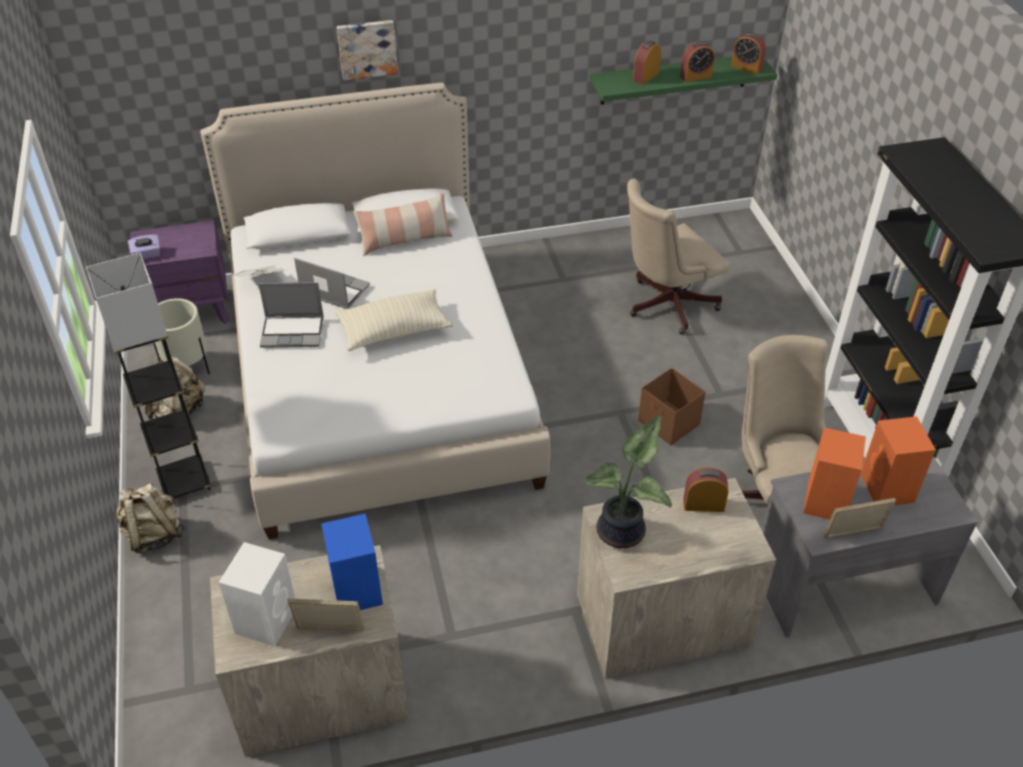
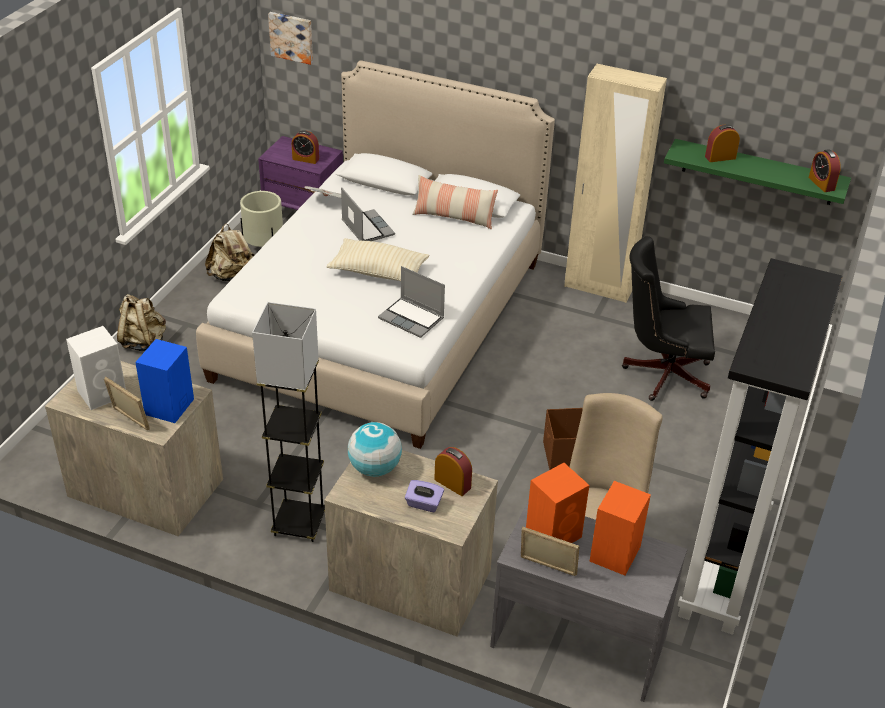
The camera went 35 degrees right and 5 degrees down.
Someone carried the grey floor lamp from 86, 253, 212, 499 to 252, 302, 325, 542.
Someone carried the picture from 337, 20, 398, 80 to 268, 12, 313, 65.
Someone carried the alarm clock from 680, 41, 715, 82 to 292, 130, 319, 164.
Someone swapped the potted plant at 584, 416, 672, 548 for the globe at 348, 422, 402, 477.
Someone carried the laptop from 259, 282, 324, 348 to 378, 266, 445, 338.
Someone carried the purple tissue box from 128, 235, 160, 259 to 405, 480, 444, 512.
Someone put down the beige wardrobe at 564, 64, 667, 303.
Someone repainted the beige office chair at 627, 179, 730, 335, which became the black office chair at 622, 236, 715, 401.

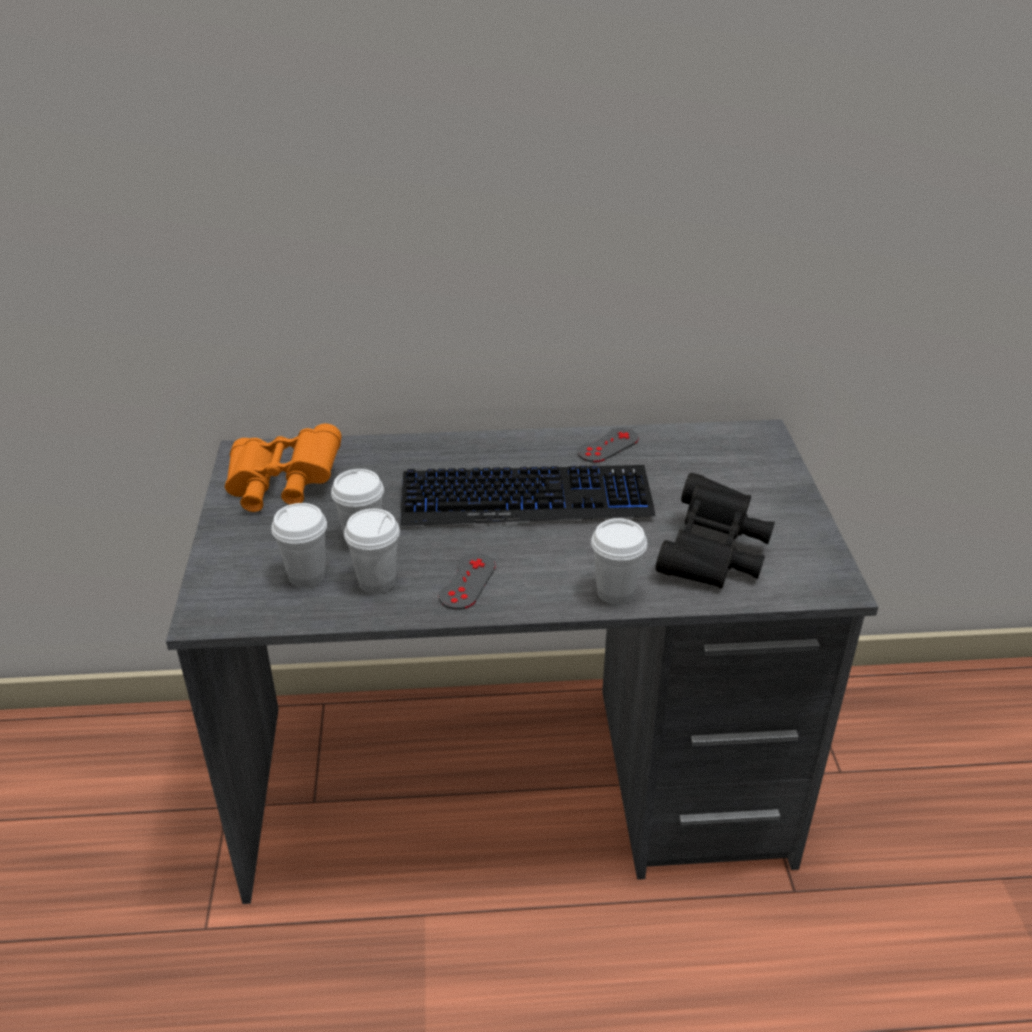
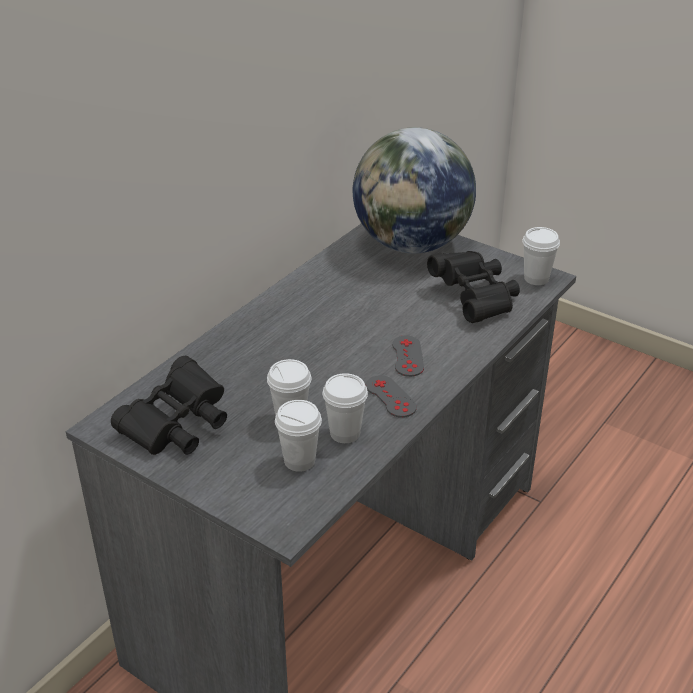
The camera went 50 degrees left and 0 degrees up.
Someone repainted the orange binoculars at 225, 424, 342, 512, which became the black binoculars at 111, 356, 227, 455.
Someone put down the globe at 353, 127, 476, 253.
Someone carried the grey game controller from 578, 428, 639, 462 to 392, 335, 424, 377.
Someone carried the white cup from 591, 518, 647, 605 to 523, 227, 560, 285.
Someone took away the keyboard at 401, 465, 655, 526.

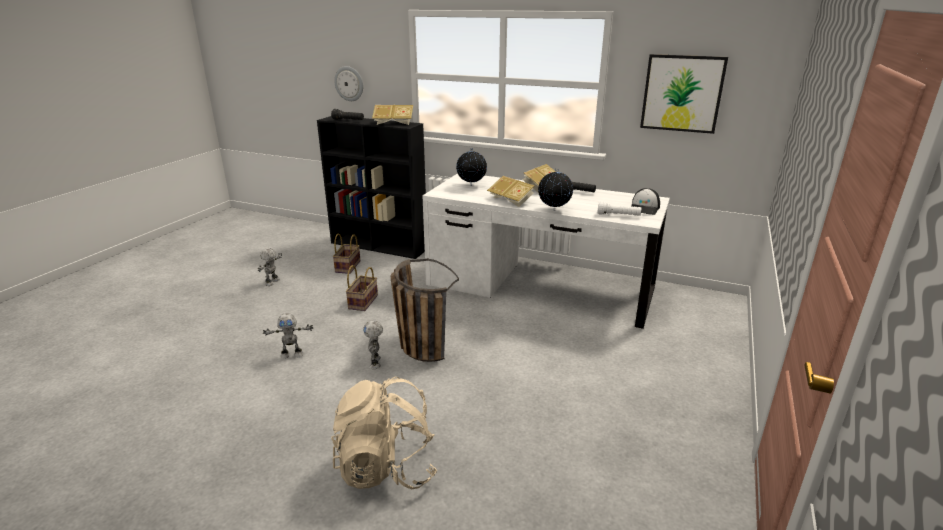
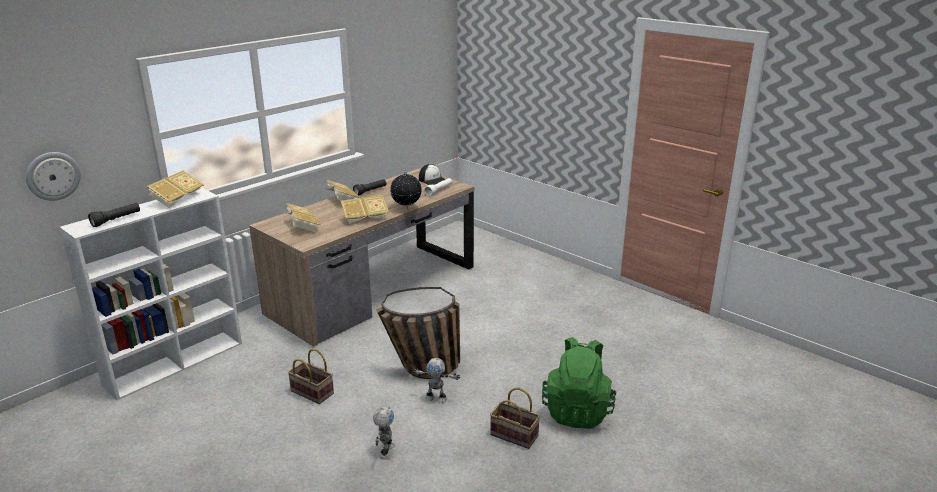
The camera went 70 degrees left and 0 degrees up.
Someone repainted the black bookcase at 317, 116, 426, 259, which became the white bookcase at 59, 187, 242, 400.
Someone repainted the white desk at 423, 173, 670, 329, which became the brown desk at 249, 168, 475, 347.
Someone swapped the globe at 456, 148, 487, 186 for the book at 287, 203, 320, 232.
Someone carried the basket from 333, 234, 360, 274 to 490, 388, 540, 449.
Someone repainted the beige backpack at 331, 377, 437, 490, which became the green backpack at 542, 337, 616, 429.
Someone took away the toy robot at 258, 248, 282, 286.
Someone took away the picture at 640, 54, 728, 134.

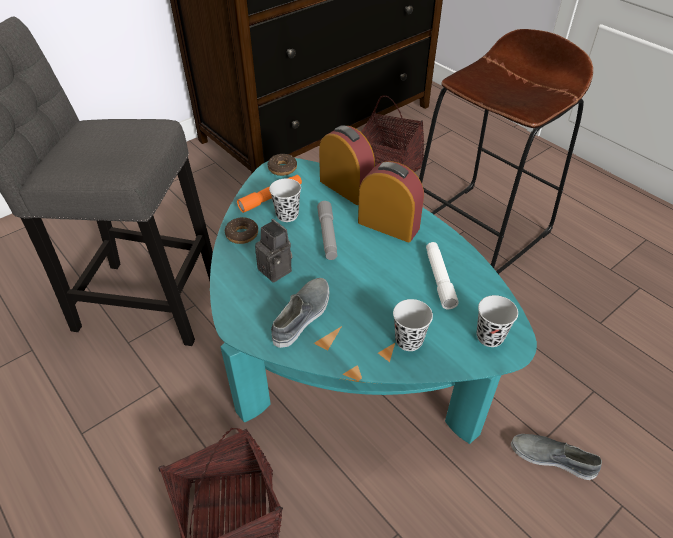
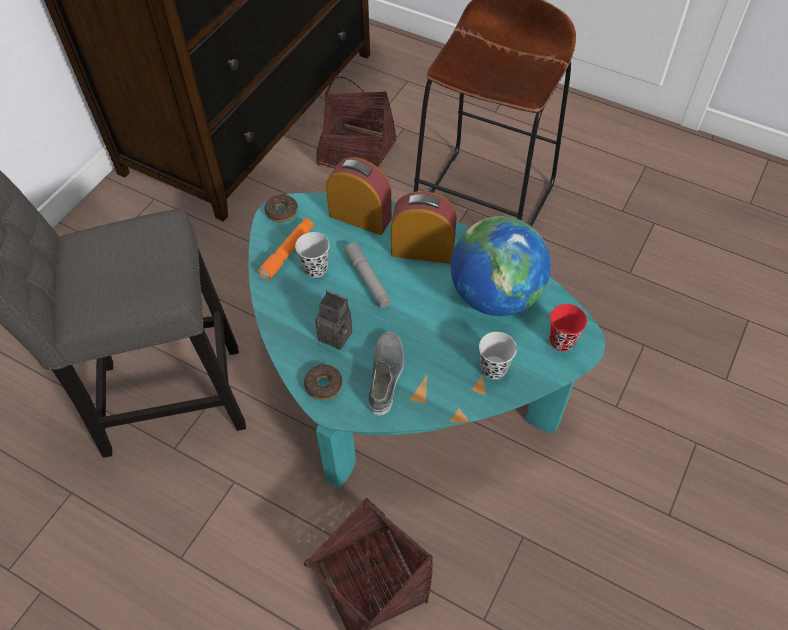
The camera went 20 degrees left and 10 degrees up.
Someone carried the donut from 225, 217, 258, 244 to 304, 365, 343, 400.
Someone swapped the white flashlight at 426, 242, 459, 309 for the globe at 451, 216, 551, 316.
Someone repainted the black cup at 476, 295, 518, 347, which became the red cup at 549, 304, 587, 351.
Someone took away the grey shoe at 511, 434, 602, 480.

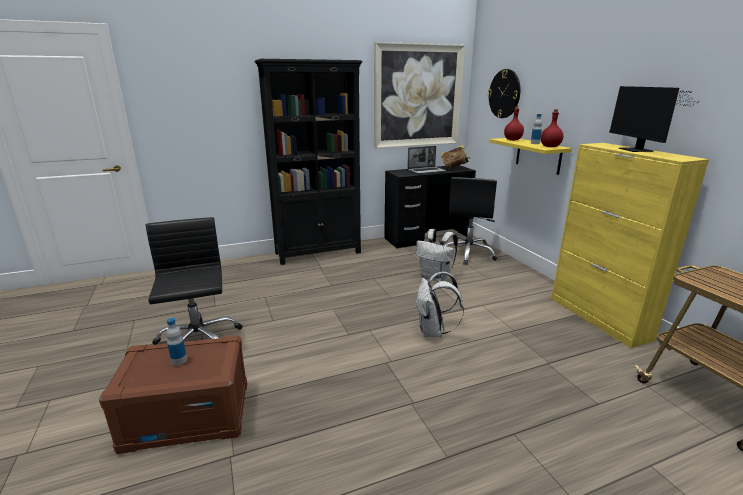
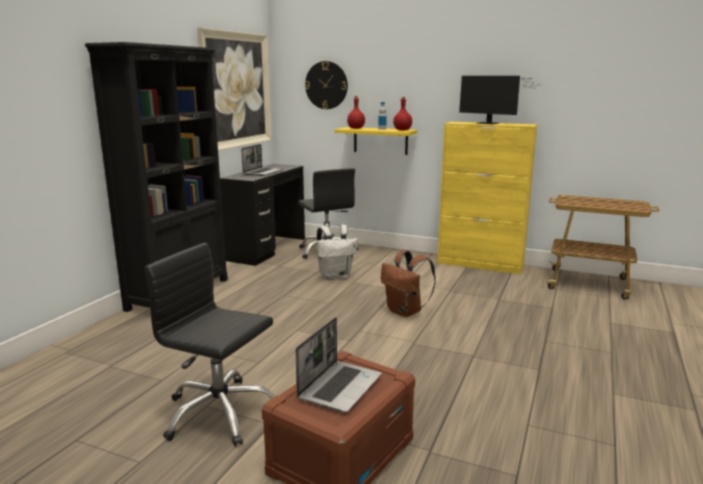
The camera went 45 degrees left and 5 degrees down.
Someone swapped the bottle at 166, 318, 187, 366 for the laptop at 295, 317, 382, 412.
Someone repainted the white backpack at 415, 272, 464, 337, which became the brown backpack at 381, 250, 436, 317.
Someone took away the book at 440, 145, 471, 170.

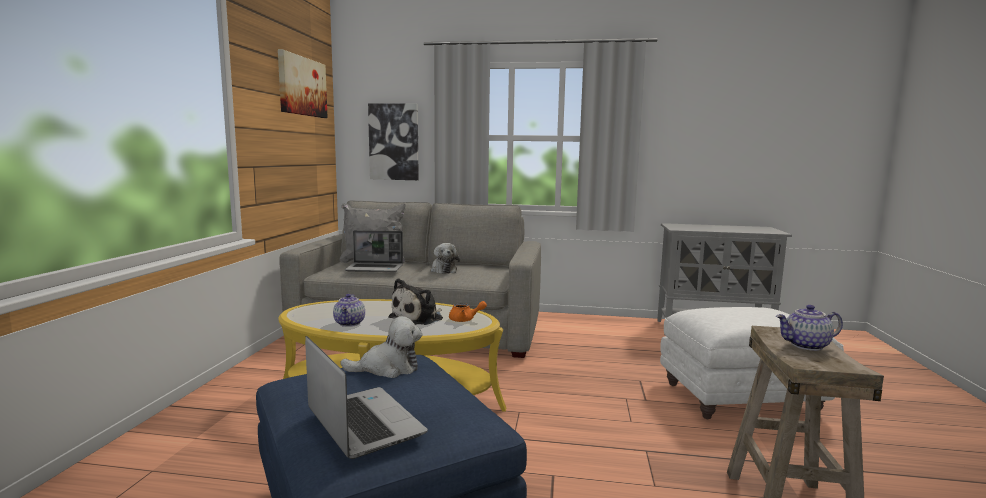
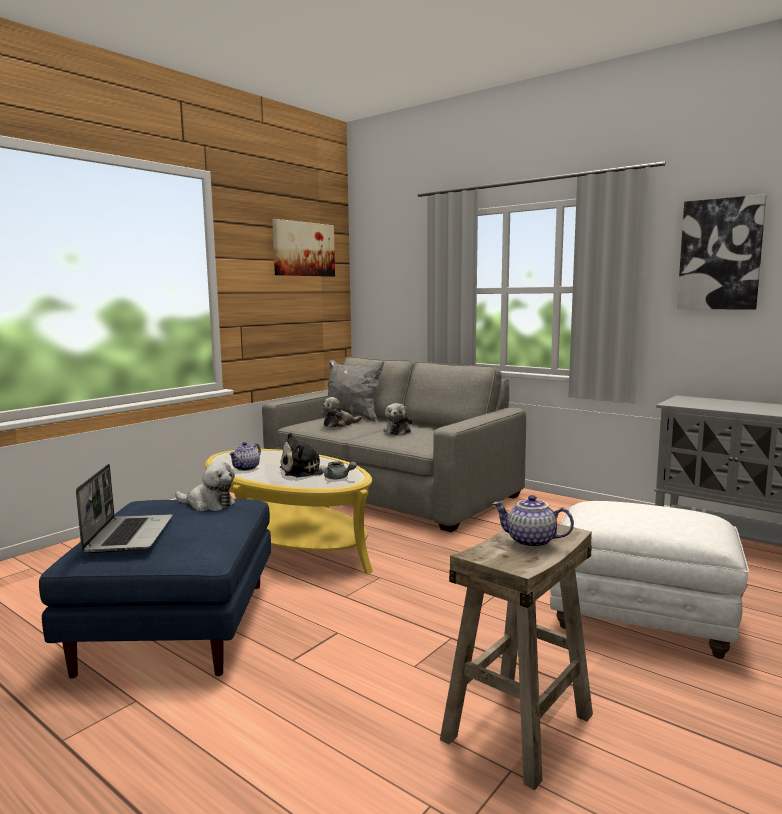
The camera went 30 degrees right and 0 degrees up.
Someone swapped the laptop at 345, 230, 403, 272 for the plush toy at 322, 397, 362, 428.
Someone repainted the orange teapot at 449, 301, 487, 322, which became the grey teapot at 324, 461, 357, 479.
Someone carried the picture from 368, 104, 419, 180 to 677, 194, 767, 310.

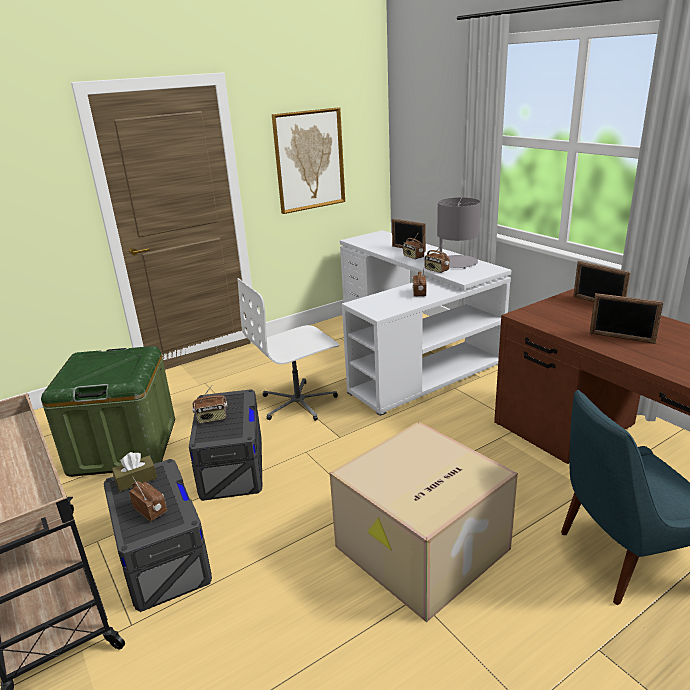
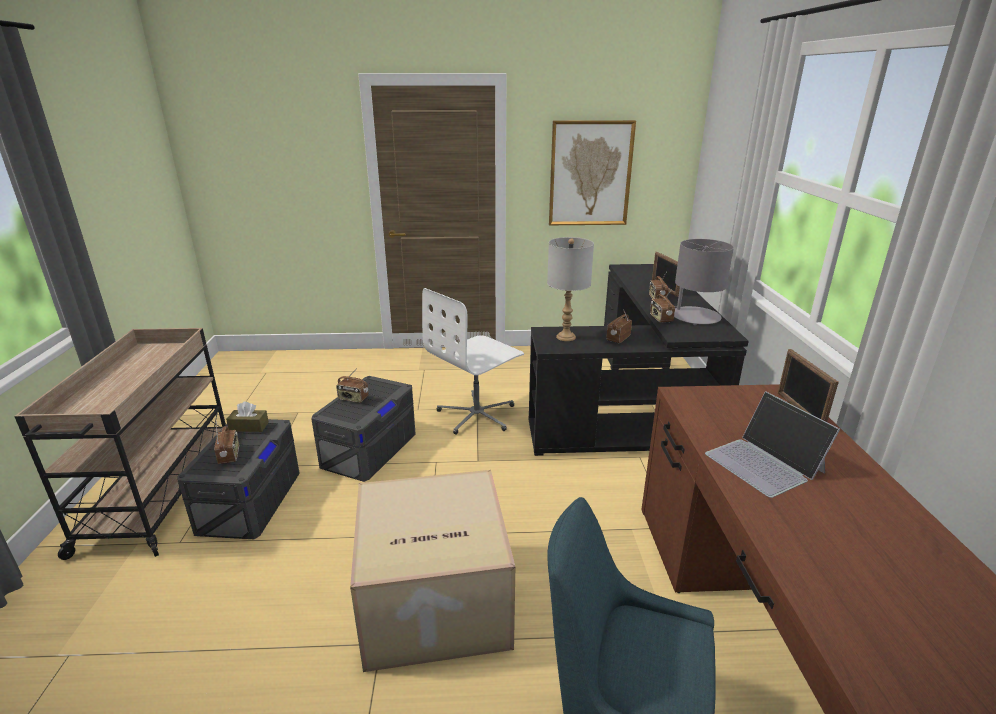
The camera went 30 degrees right and 0 degrees up.
Someone rotated the white office chair at 237, 278, 339, 421 by 45 degrees counterclockwise.
Someone repainted the white desk at 340, 230, 511, 416, which became the black desk at 529, 264, 749, 456.
Someone put down the grey table lamp at 547, 237, 594, 341.
Someone swapped the picture frame at 589, 293, 663, 344 for the laptop at 705, 391, 840, 498.
Someone took away the green storage box at 41, 346, 175, 477.

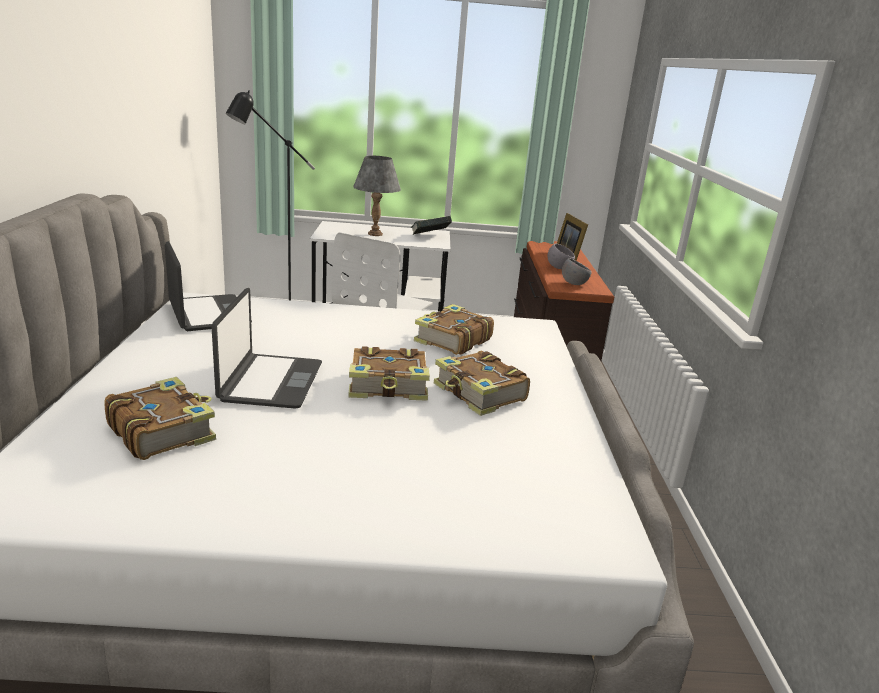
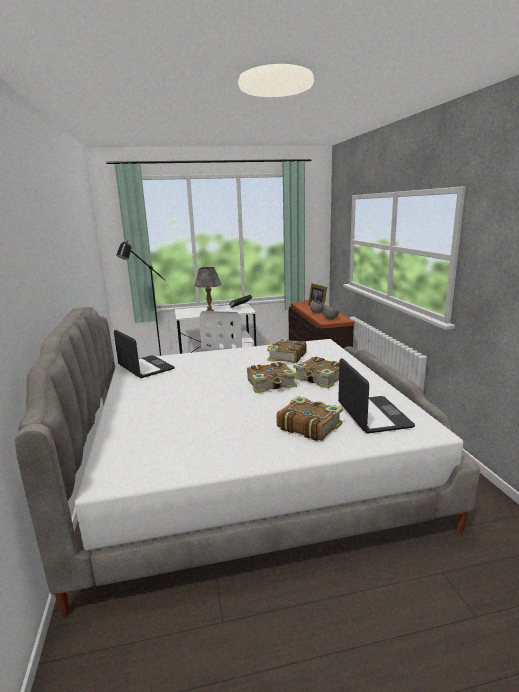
The camera went 10 degrees left and 5 degrees down.
Someone carried the book from 104, 377, 216, 460 to 276, 396, 343, 441.
Someone carried the laptop from 211, 288, 322, 409 to 338, 358, 415, 433.

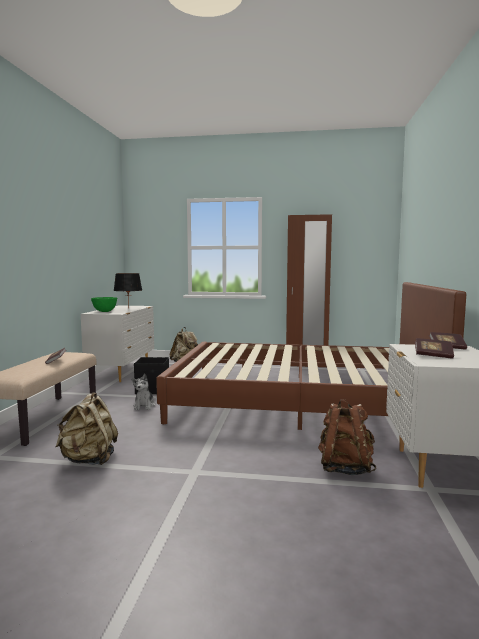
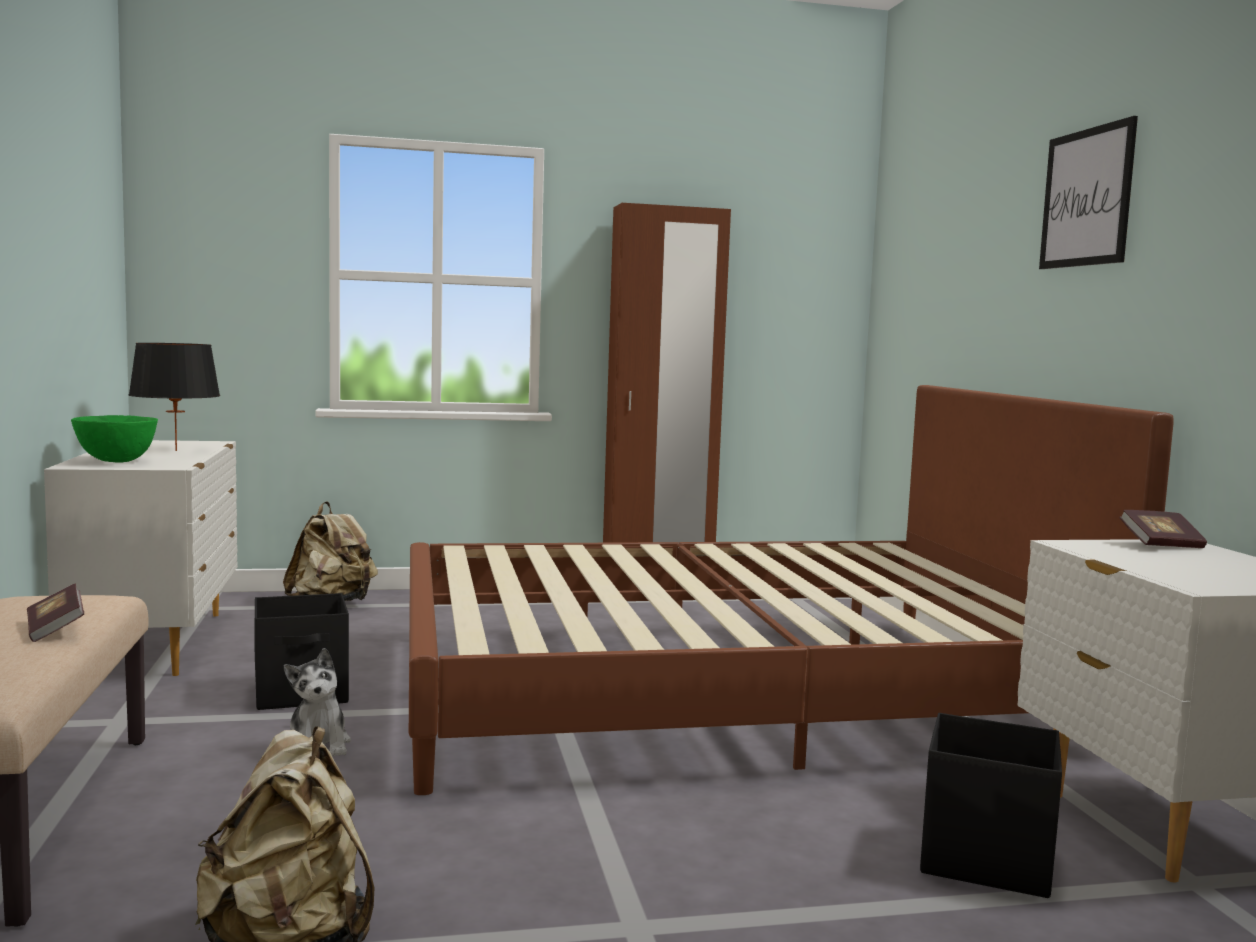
The camera went 20 degrees left and 0 degrees up.
Someone swapped the brown backpack at 318, 399, 376, 475 for the black storage box at 920, 713, 1062, 898.
Someone put up the picture at 1039, 116, 1138, 269.
Someone took away the book at 415, 338, 454, 359.

